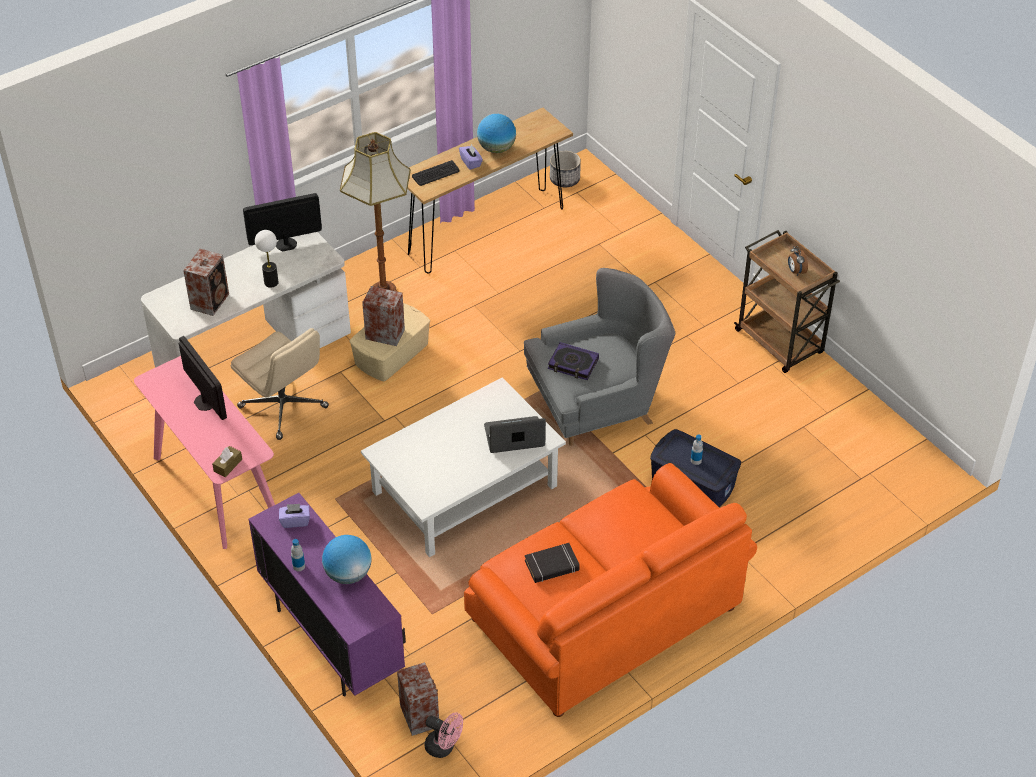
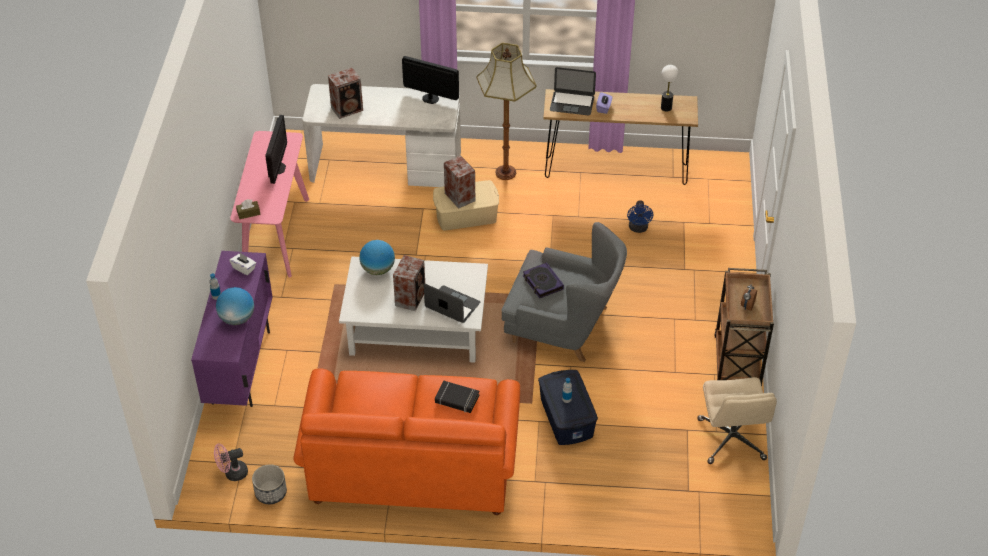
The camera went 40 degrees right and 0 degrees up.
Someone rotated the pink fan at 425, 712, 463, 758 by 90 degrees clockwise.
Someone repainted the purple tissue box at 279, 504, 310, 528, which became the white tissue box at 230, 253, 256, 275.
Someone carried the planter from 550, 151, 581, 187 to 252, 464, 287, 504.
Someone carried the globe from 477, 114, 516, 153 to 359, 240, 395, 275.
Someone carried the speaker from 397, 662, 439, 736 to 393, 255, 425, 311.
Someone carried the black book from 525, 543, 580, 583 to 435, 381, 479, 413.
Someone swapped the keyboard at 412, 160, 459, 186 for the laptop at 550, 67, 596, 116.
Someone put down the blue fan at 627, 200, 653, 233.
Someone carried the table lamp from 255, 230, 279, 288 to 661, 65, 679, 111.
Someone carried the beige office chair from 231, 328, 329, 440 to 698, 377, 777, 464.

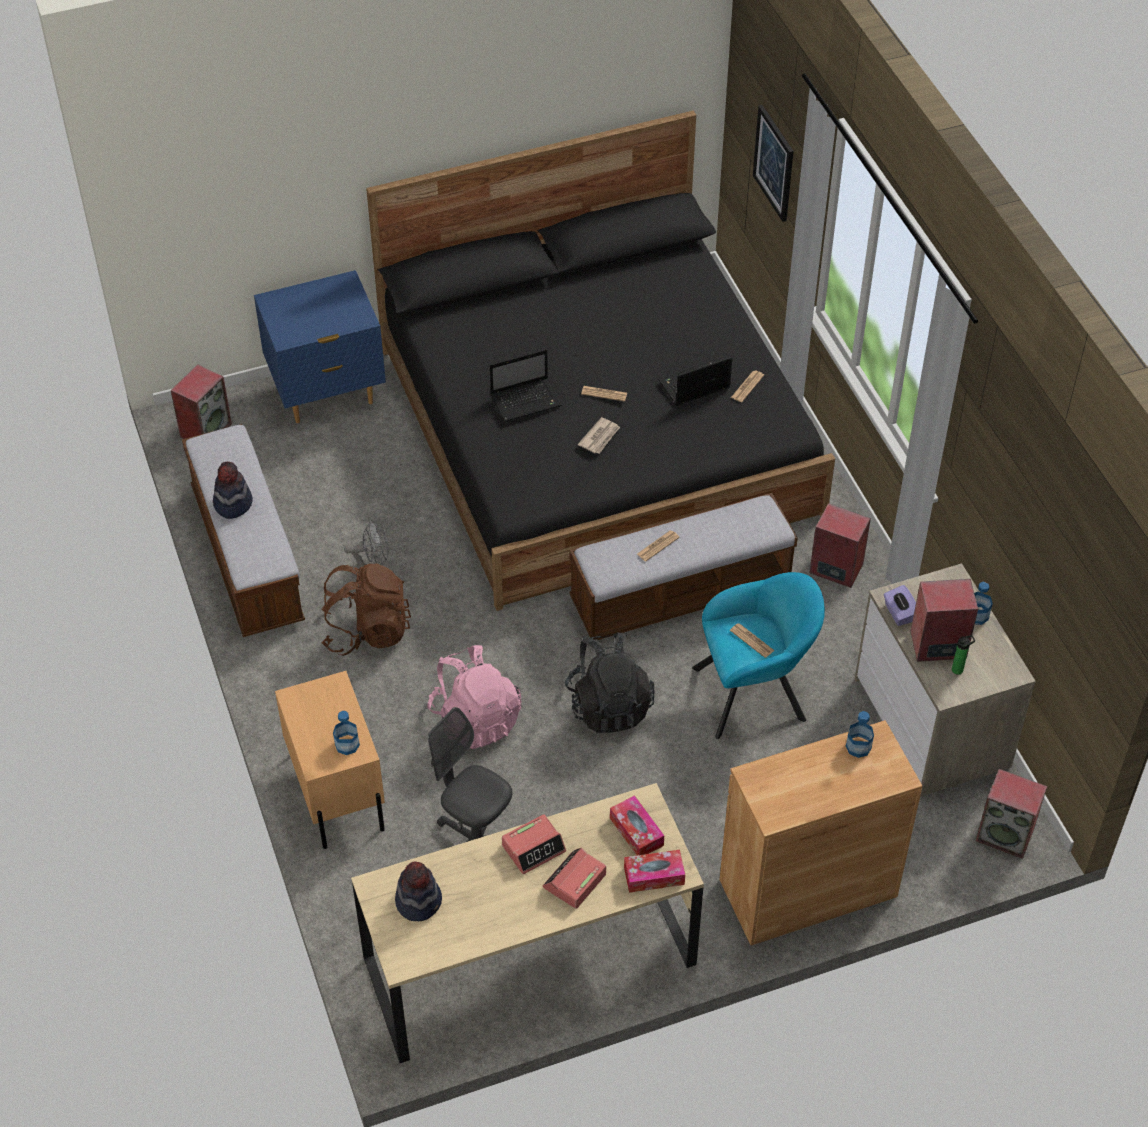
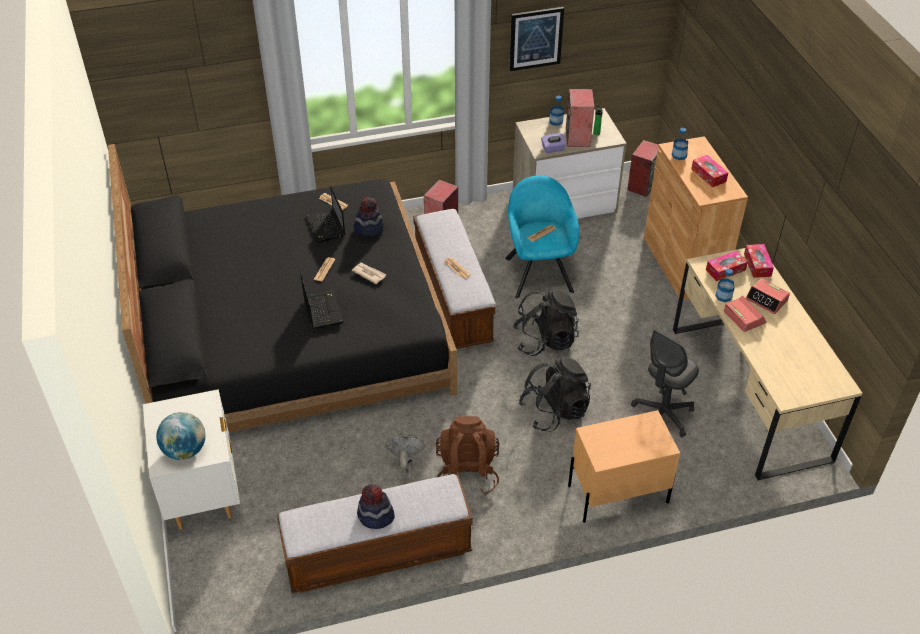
The camera went 85 degrees left and 5 degrees down.
Someone repainted the blue nightstand at 254, 270, 386, 423, which became the white nightstand at 143, 389, 240, 529.
Someone put down the globe at 156, 412, 206, 460.
Someone carried the hat from 395, 862, 442, 921 to 353, 197, 384, 237.
Someone carried the picture from 753, 105, 794, 222 to 509, 7, 564, 71.
Someone repainted the pink backpack at 427, 645, 522, 749, which became the black backpack at 519, 357, 591, 431.
Someone put down the tissue box at 691, 155, 728, 187.
Someone carried the bottle from 333, 711, 360, 755 to 715, 269, 734, 302.
Someone took away the speaker at 171, 364, 232, 439.

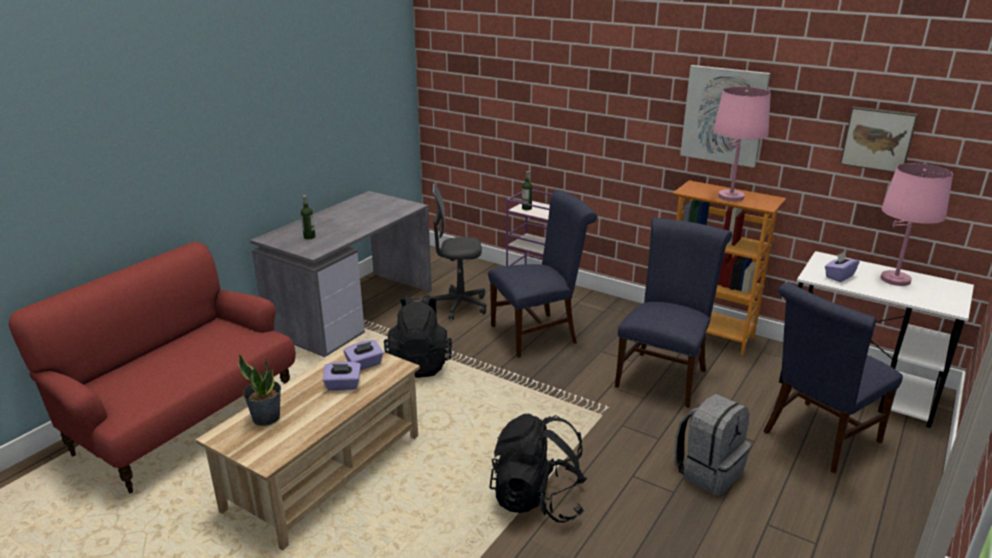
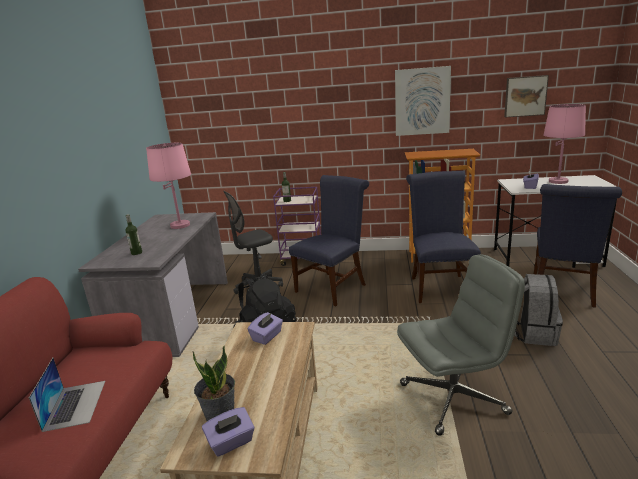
The camera went 25 degrees left and 5 degrees down.
Someone put down the laptop at 29, 358, 105, 432.
Someone carried the pink table lamp from 713, 87, 771, 202 to 146, 143, 191, 229.
Someone carried the purple tissue box from 323, 361, 361, 390 to 202, 407, 255, 457.
Someone swapped the black backpack at 489, 414, 587, 523 for the grey office chair at 397, 254, 525, 436.

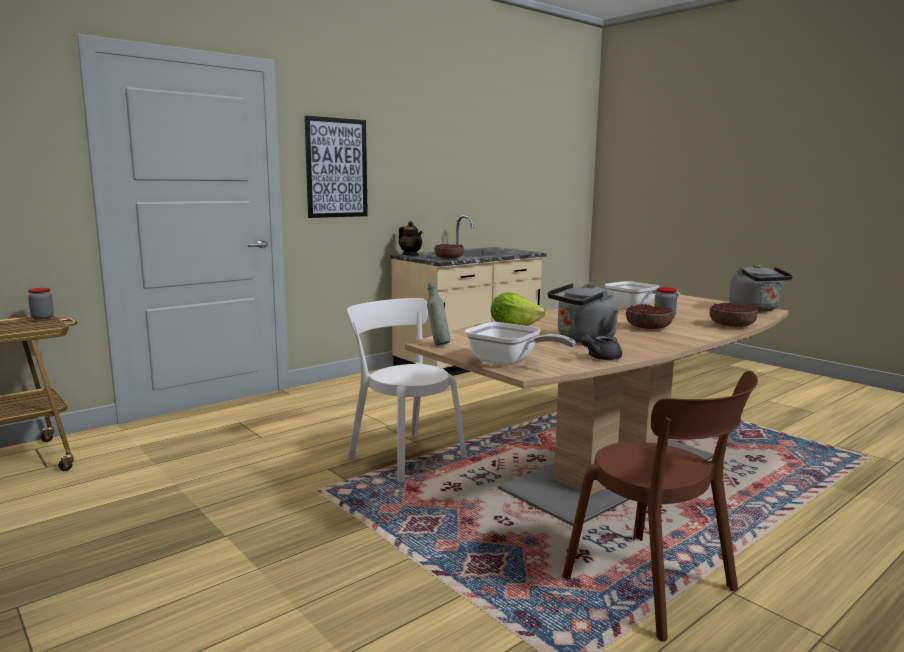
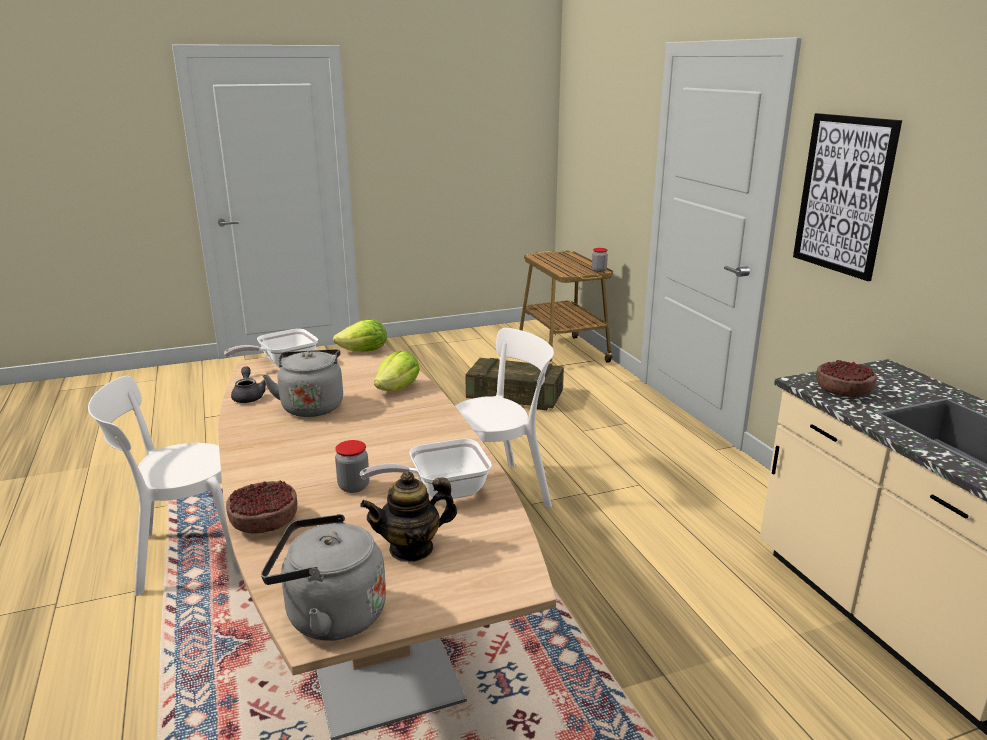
The camera went 110 degrees right and 10 degrees up.
Someone repainted the brown chair at 562, 371, 758, 642, which became the white chair at 88, 376, 241, 596.
Someone swapped the grey bottle at 427, 282, 450, 345 for the lettuce at 333, 319, 387, 352.
Someone carried the teapot from 399, 221, 423, 256 to 360, 471, 457, 562.
Someone put down the crate at 465, 358, 564, 410.
Someone took away the bowl at 626, 304, 674, 329.

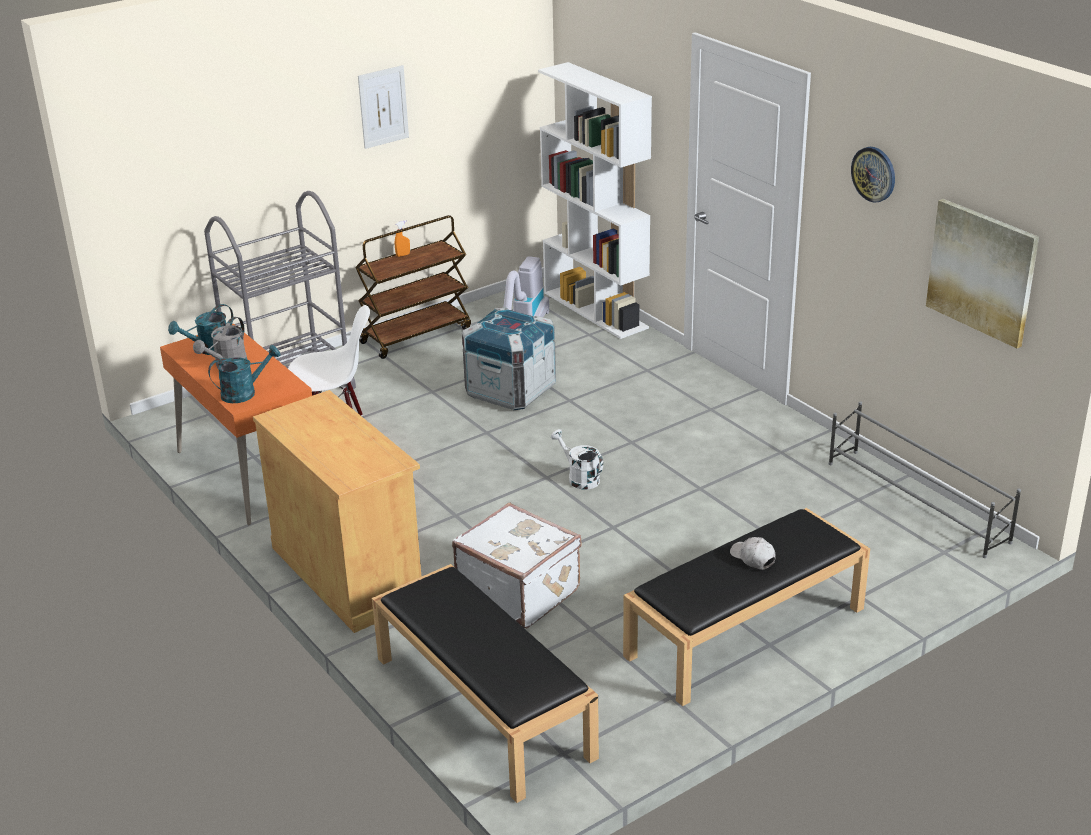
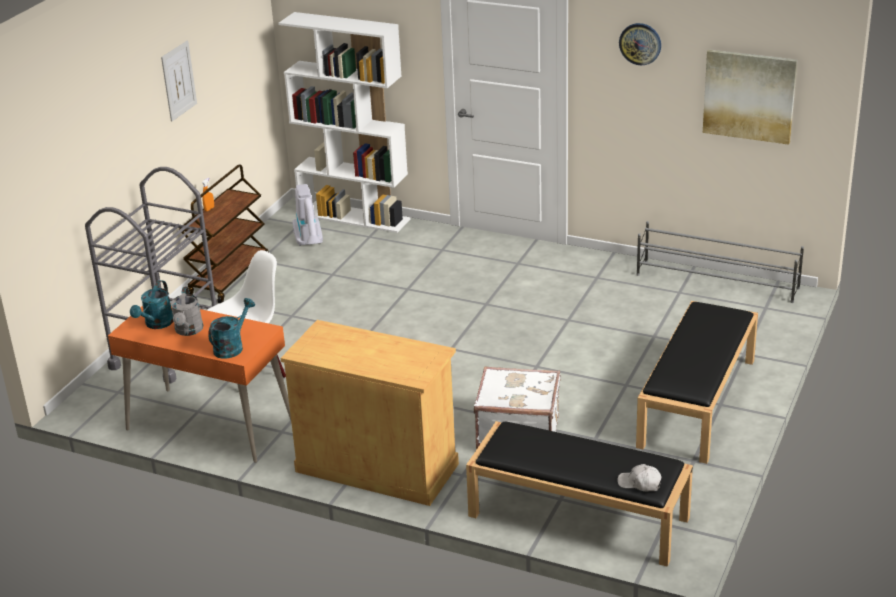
The camera went 30 degrees left and 0 degrees up.
Someone carried the white cap from 730, 537, 776, 570 to 618, 464, 662, 492.
Someone took away the crate at 462, 307, 556, 410.
Someone took away the white watering can at 551, 429, 603, 489.

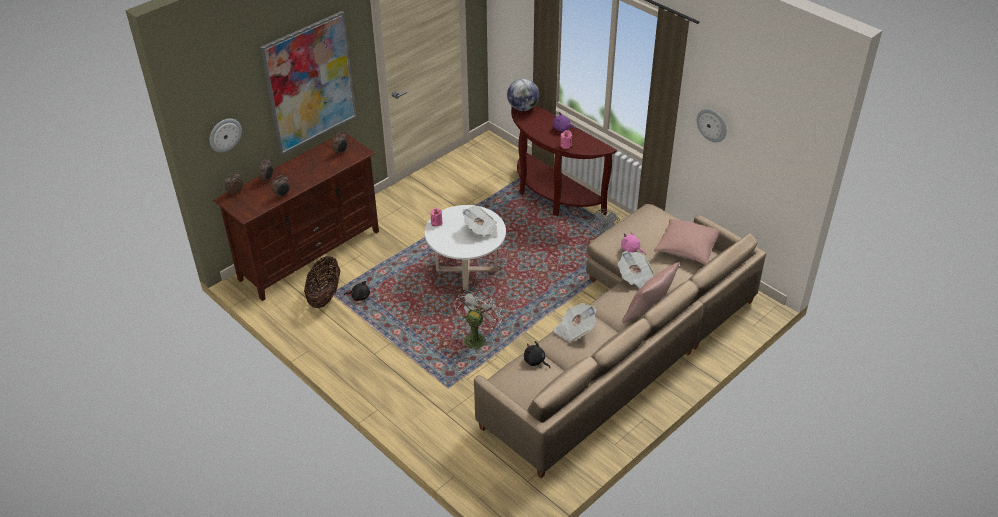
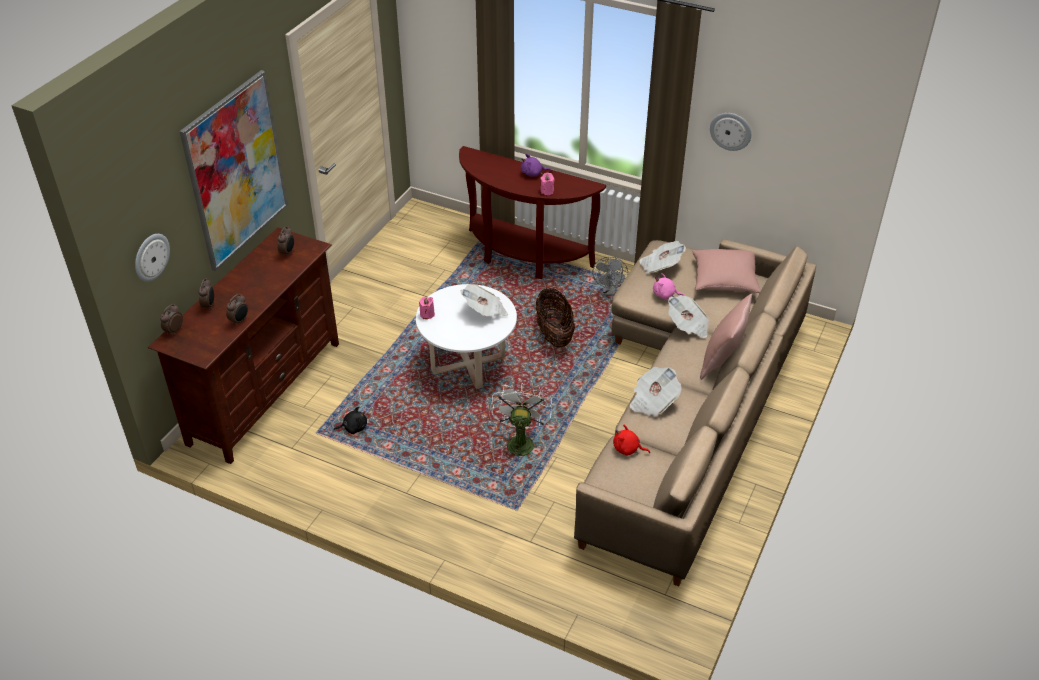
The camera went 20 degrees left and 0 degrees up.
Someone carried the basket from 304, 256, 340, 308 to 536, 288, 575, 347.
Someone repainted the black plush toy at 524, 341, 550, 368, which became the red plush toy at 613, 425, 650, 456.
Someone put down the newspaper at 639, 241, 686, 273.
Someone took away the globe at 507, 78, 539, 111.

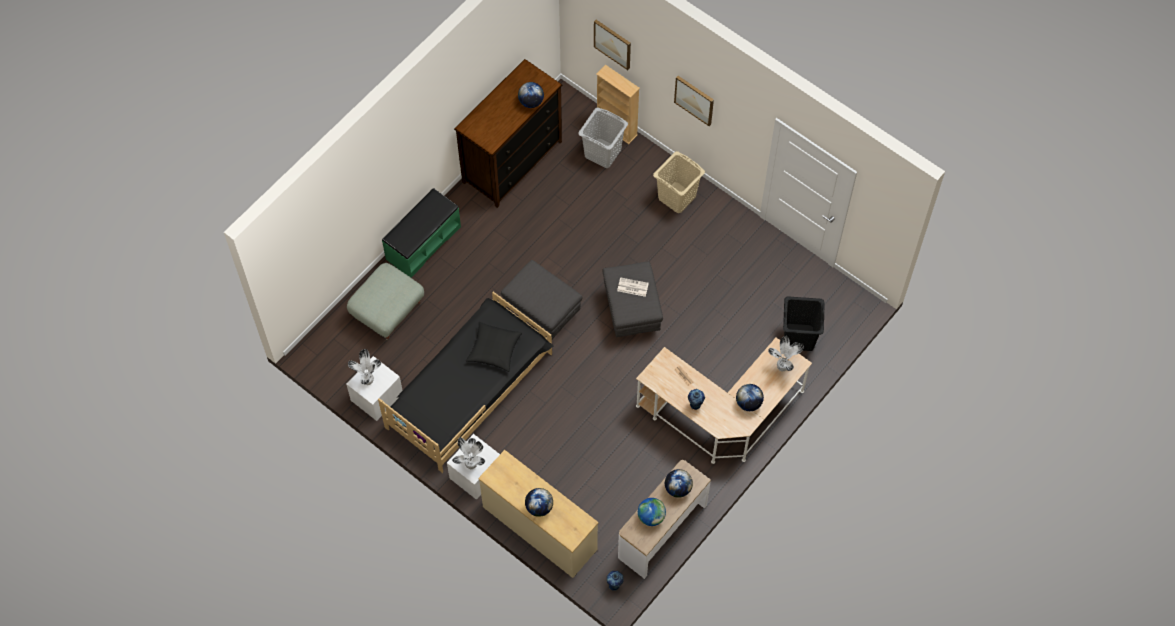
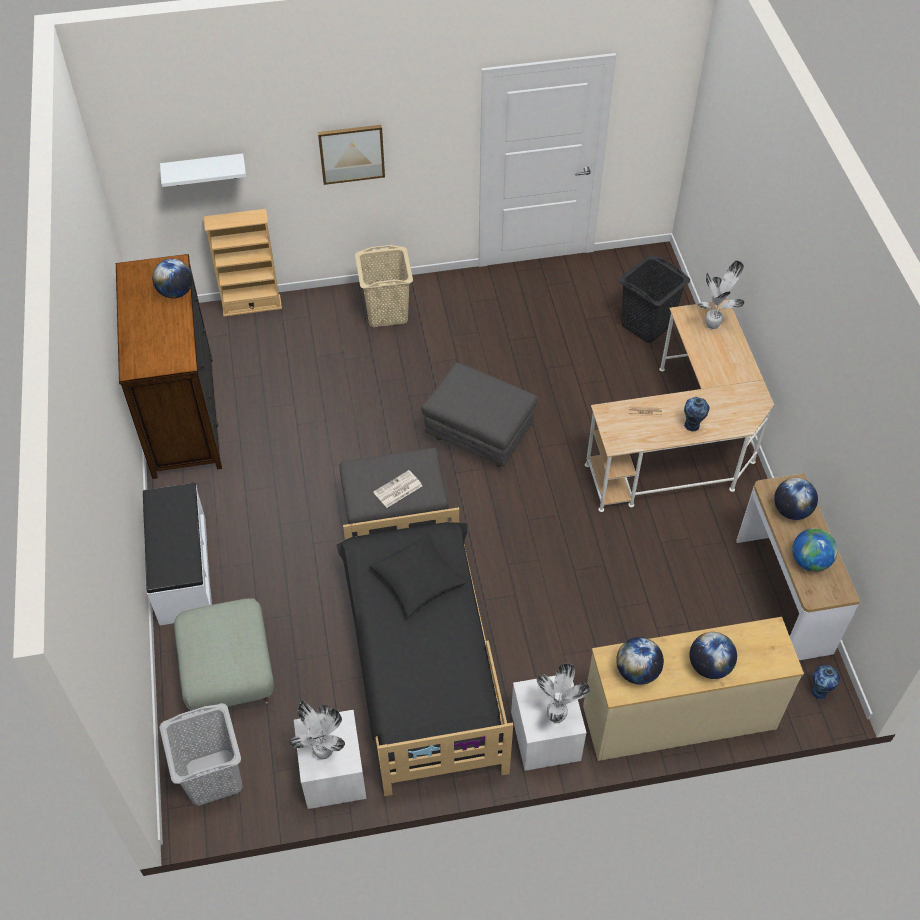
The camera went 50 degrees left and 10 degrees down.
Someone repainted the green bench at 382, 188, 461, 278, which became the white bench at 143, 483, 212, 625.
Someone carried the grey laundry basket from 578, 108, 628, 168 to 159, 703, 243, 806.
Someone swapped the picture at 594, 20, 631, 70 for the white shelf at 160, 154, 246, 187.
Someone carried the newspaper from 617, 277, 649, 297 to 373, 470, 422, 508.
Someone carried the globe from 736, 384, 764, 411 to 616, 637, 664, 685.

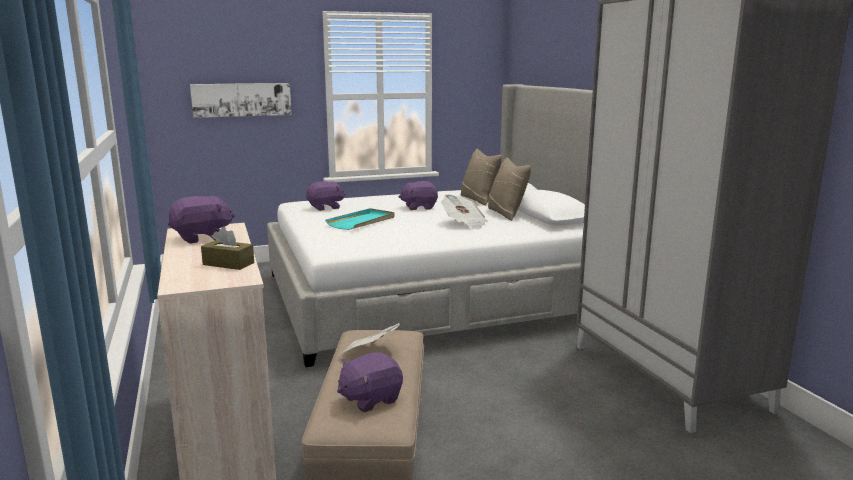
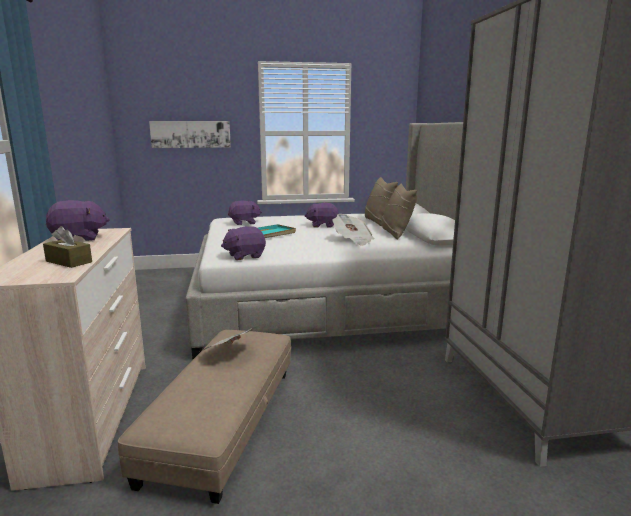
The camera went 10 degrees right and 0 degrees up.
Someone carried the purple plush toy from 337, 352, 403, 412 to 221, 226, 266, 260.

